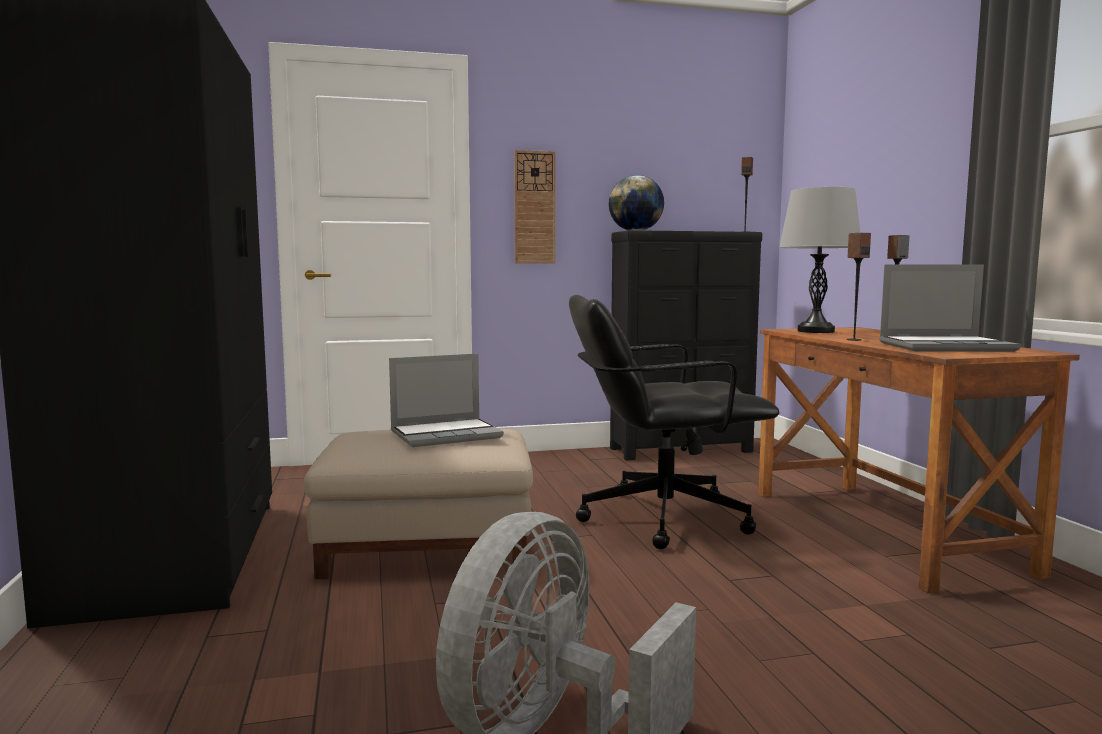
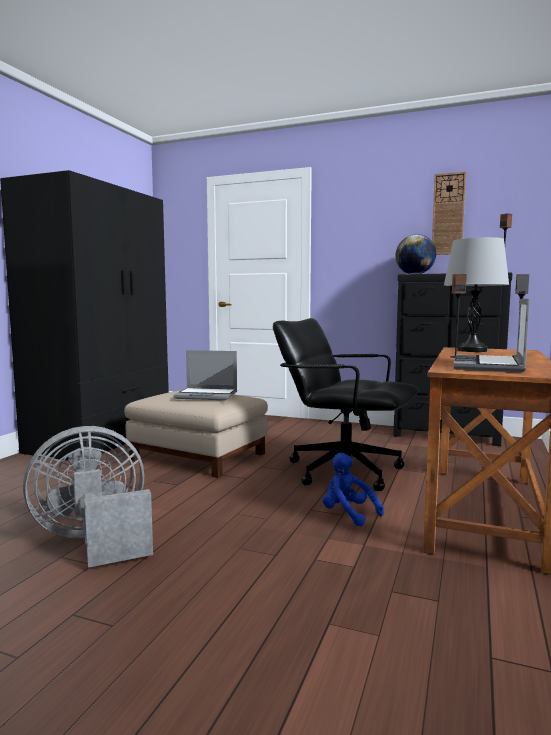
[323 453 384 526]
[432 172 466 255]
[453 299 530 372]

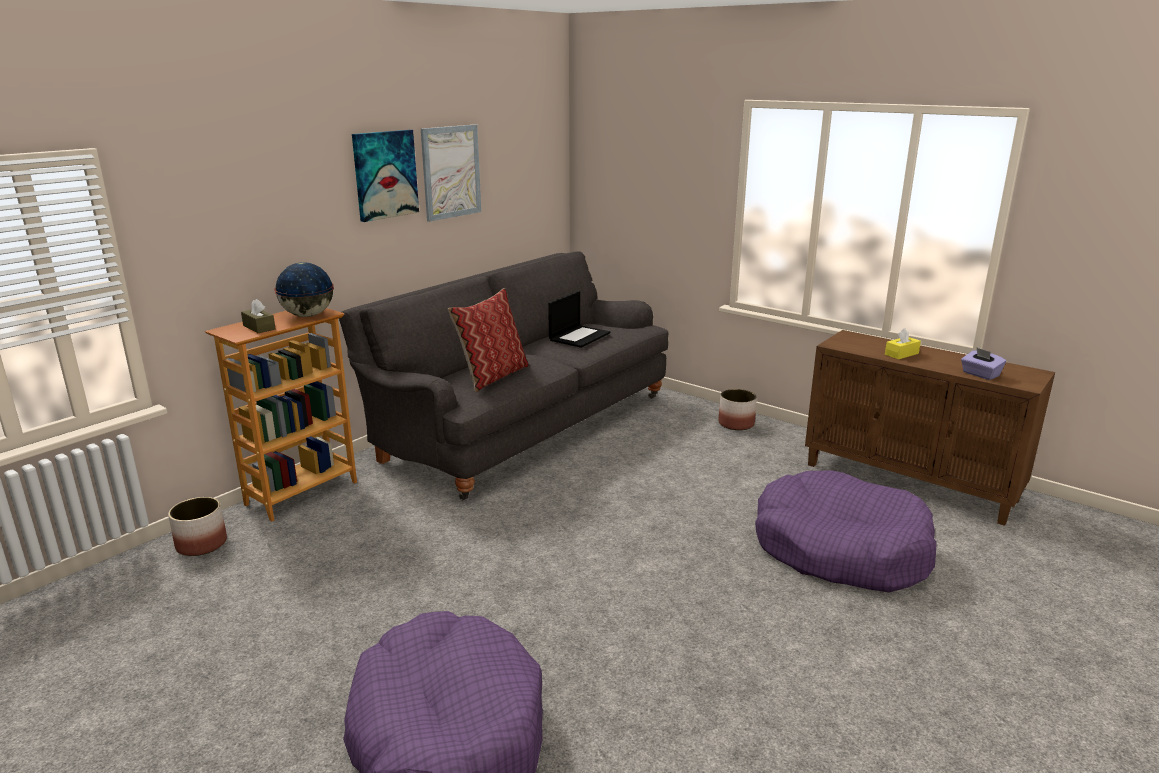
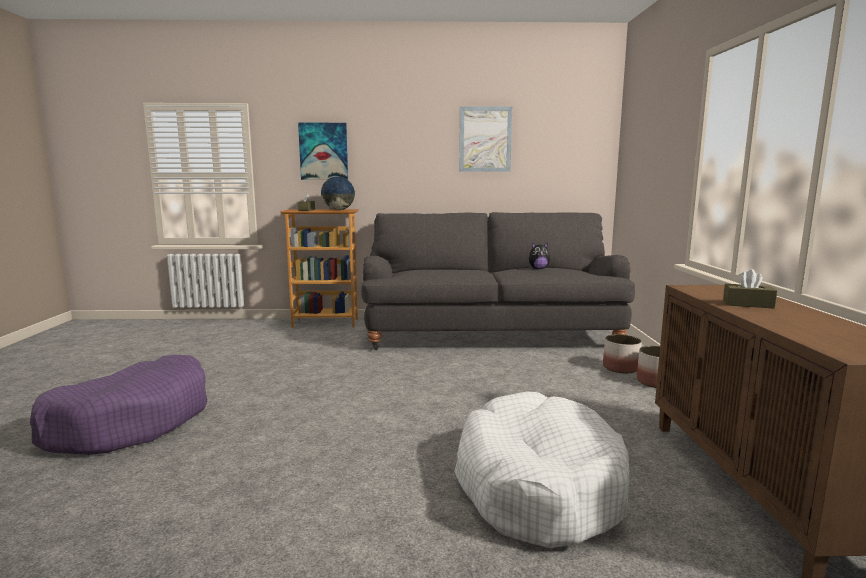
[298 123 348 180]
[454 391 630 549]
[529 243 550 269]
[603 334 642 374]
[723 269 777 308]
[447 288 529 392] (first image)
[961 347 1006 380] (first image)

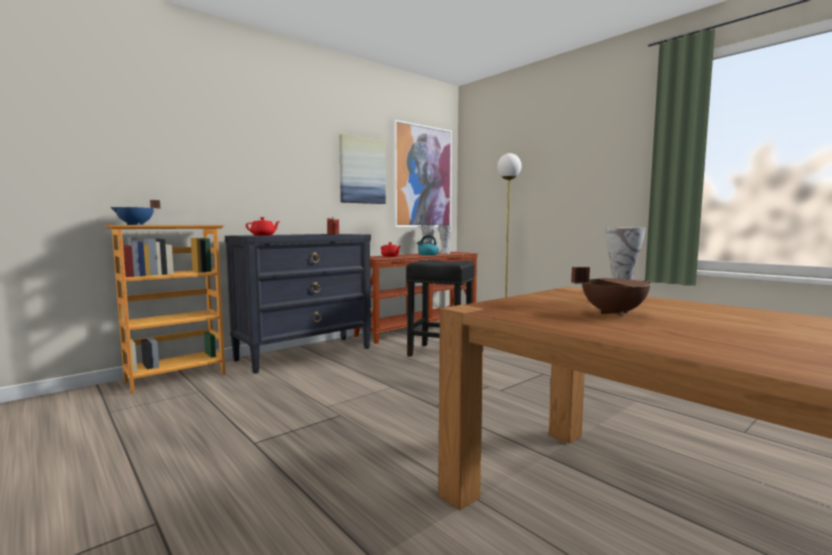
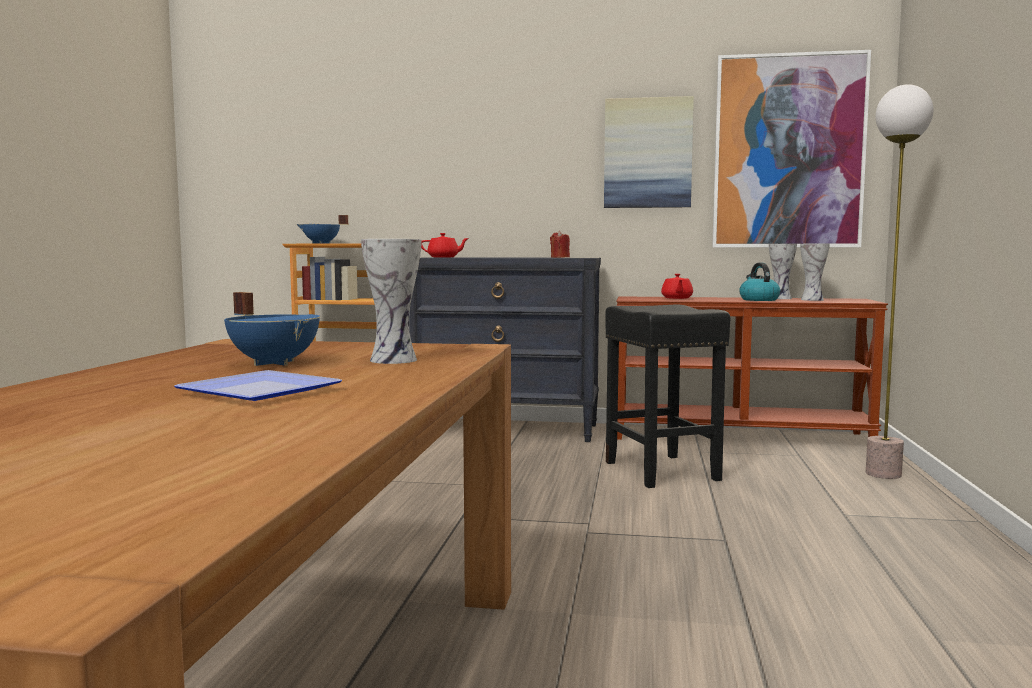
[174 370 342 401]
[224 292 320 366]

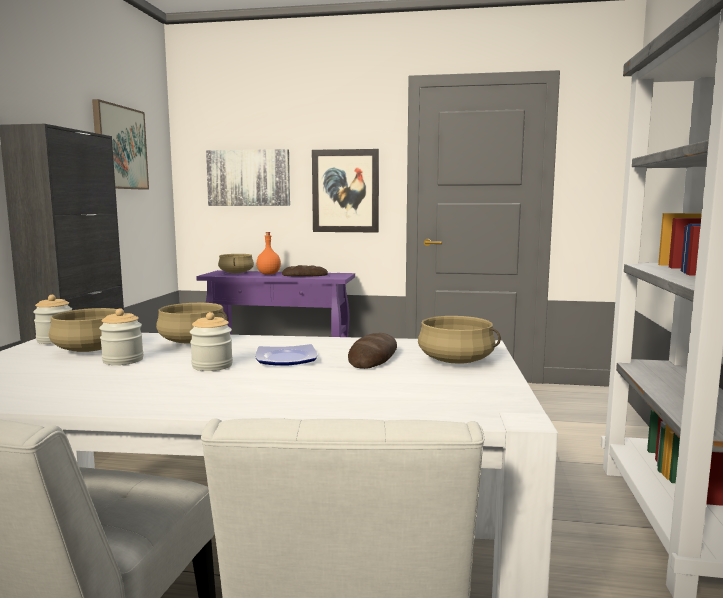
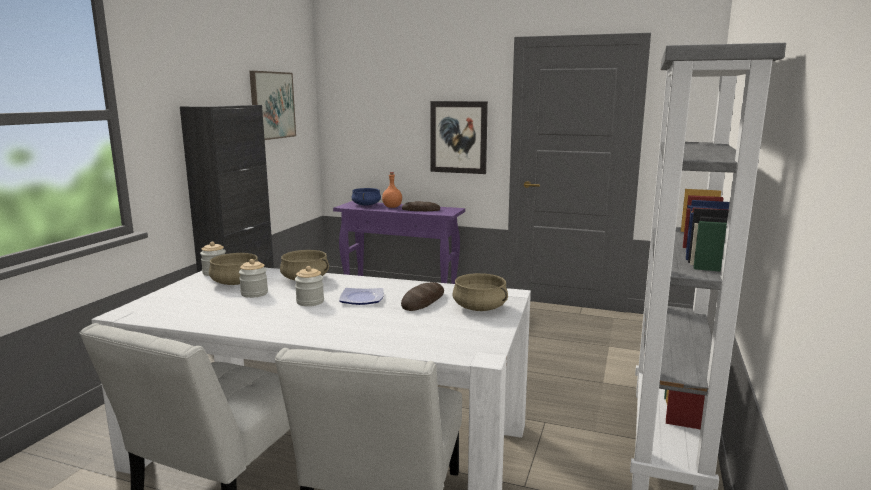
[351 188 381 206]
[206 149 290 206] (first image)

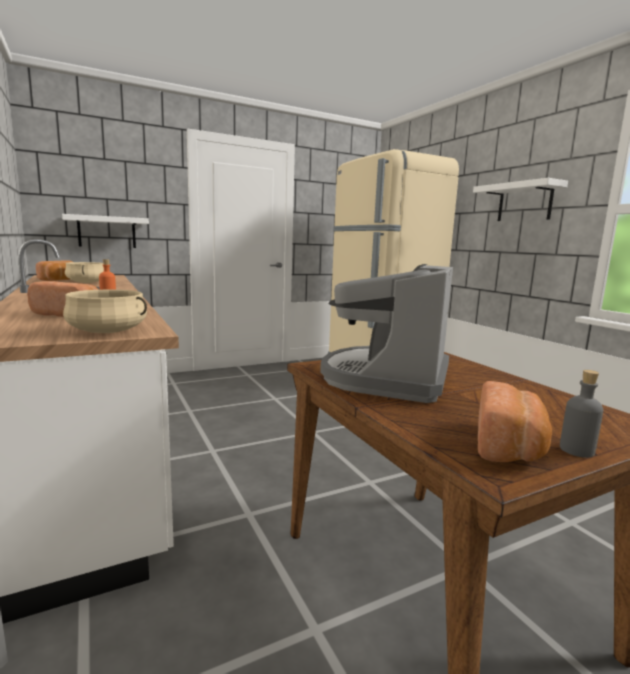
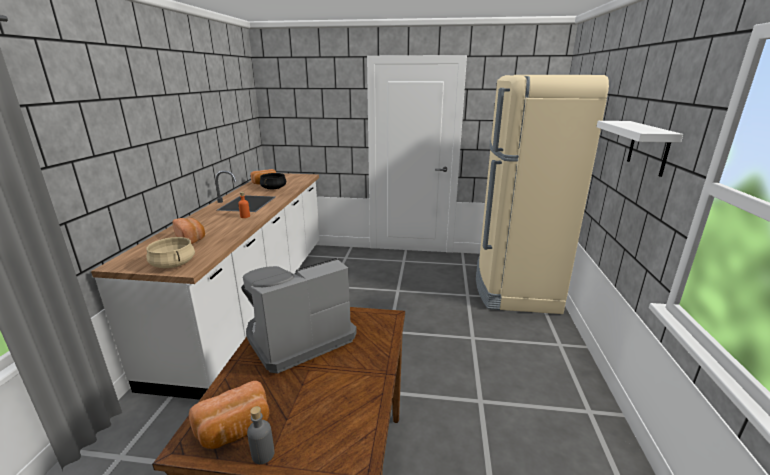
[260 173 286 189]
[62 214 149 248] (first image)

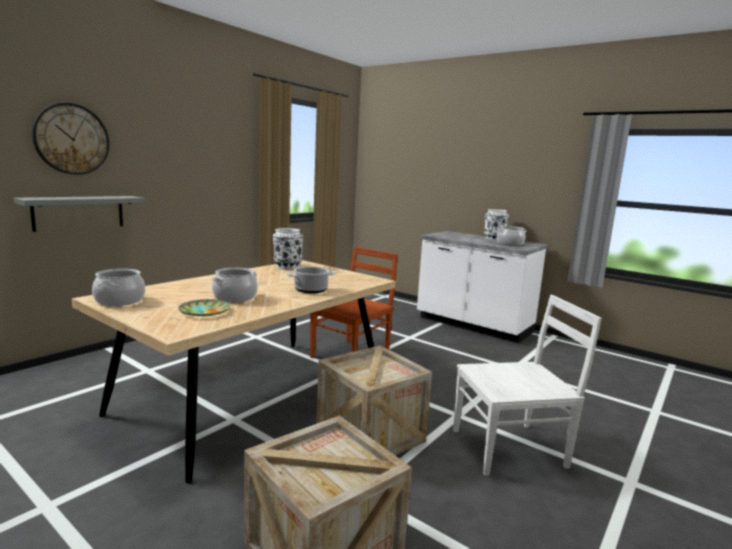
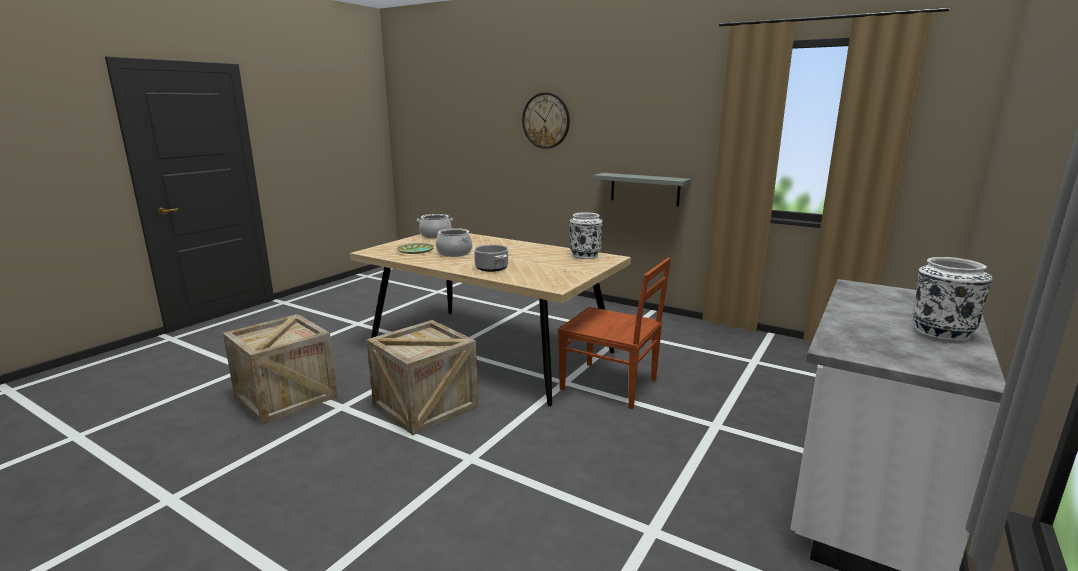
[593 173 692 207]
[453 295 602 476] (first image)
[497 226 526 246] (first image)

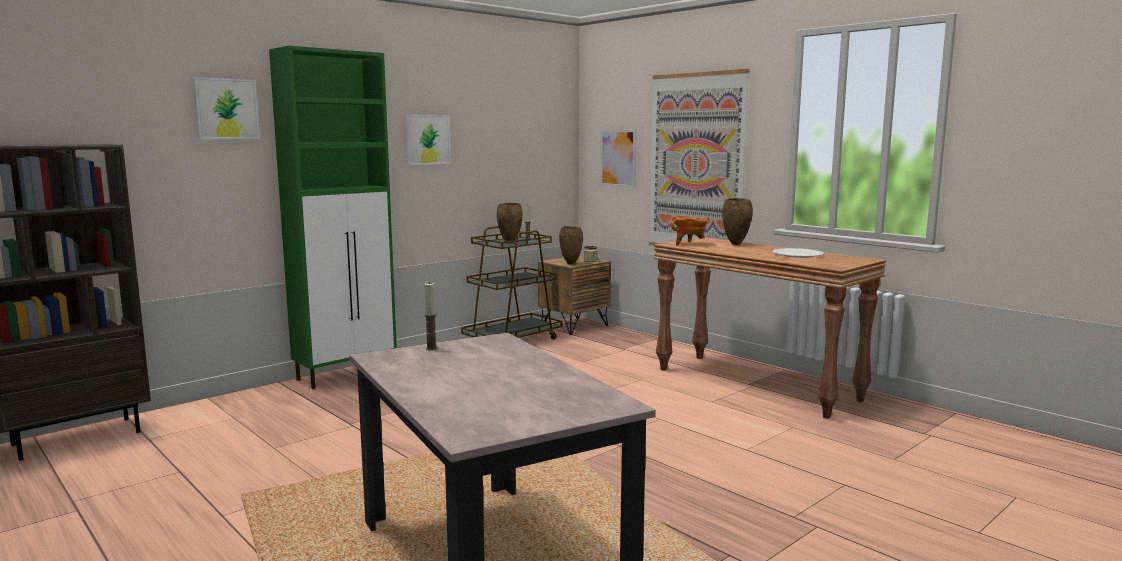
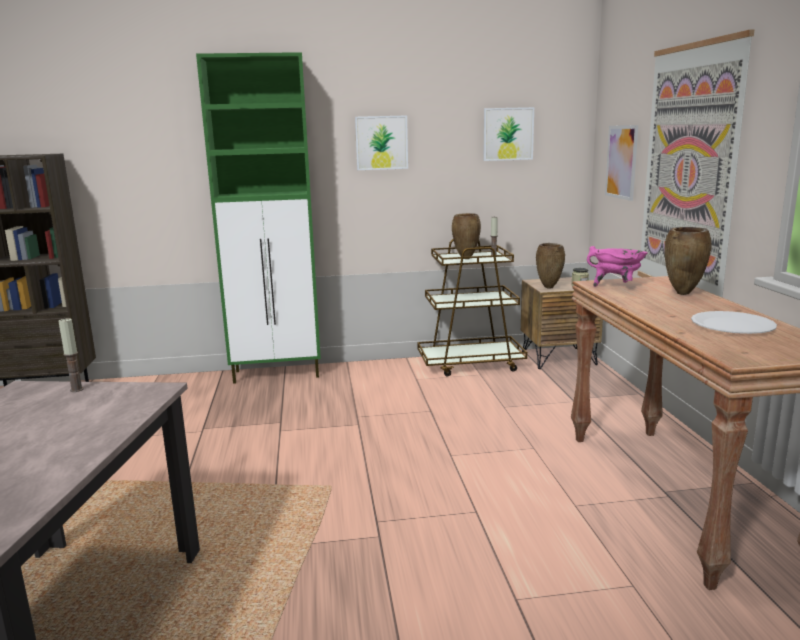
[483 107 534 161]
[587 246 648 287]

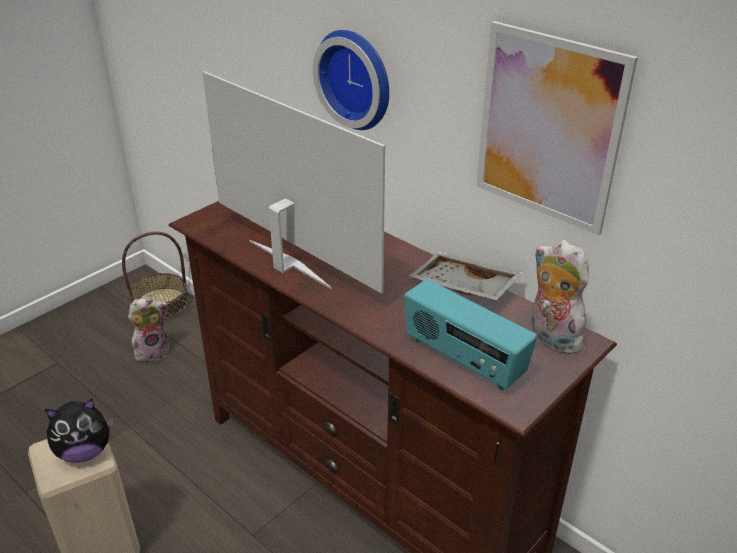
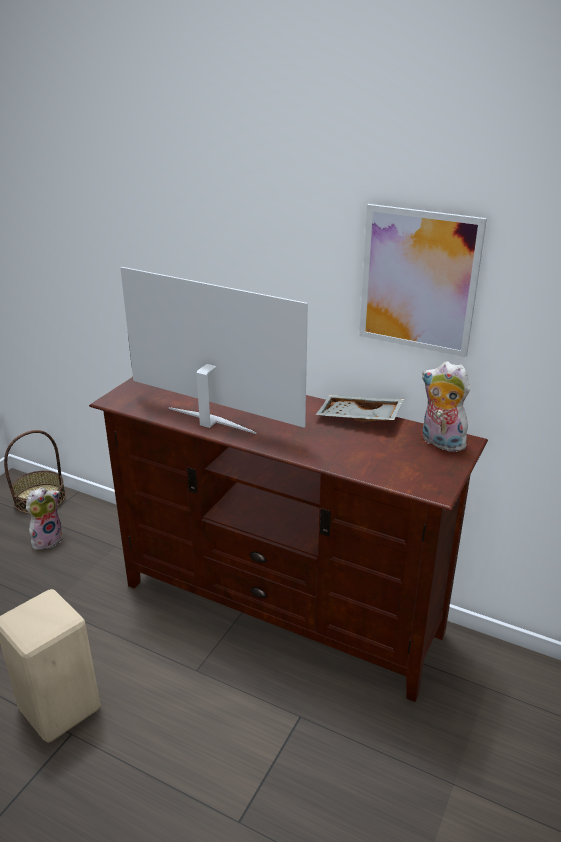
[45 399 113 463] (first image)
[313 30 389 130] (first image)
[404 279 538 390] (first image)

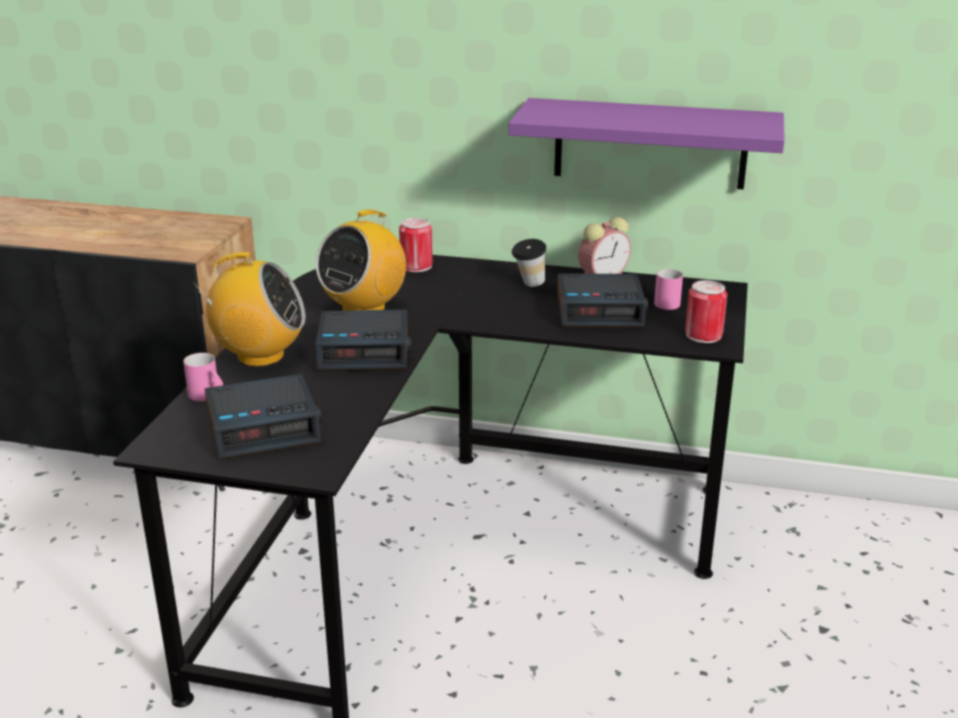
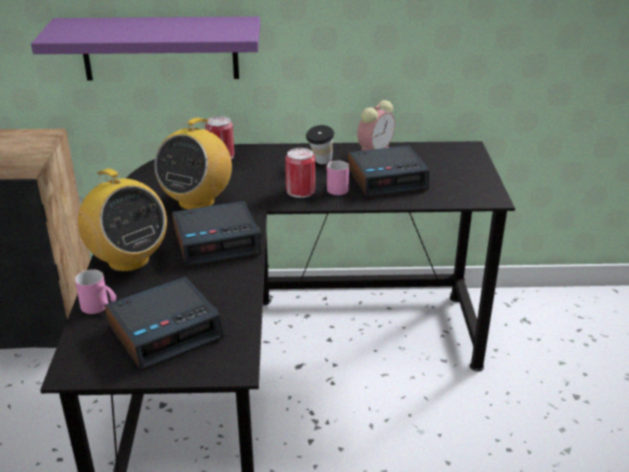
[31 16 260 80]
[74 169 167 272]
[285 148 315 198]
[326 161 349 195]

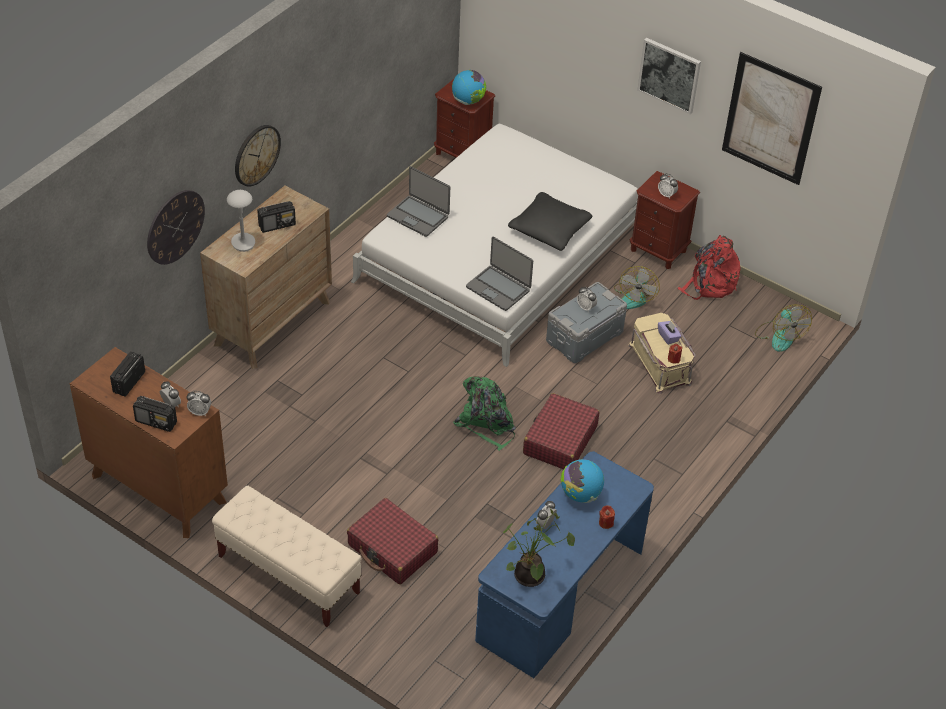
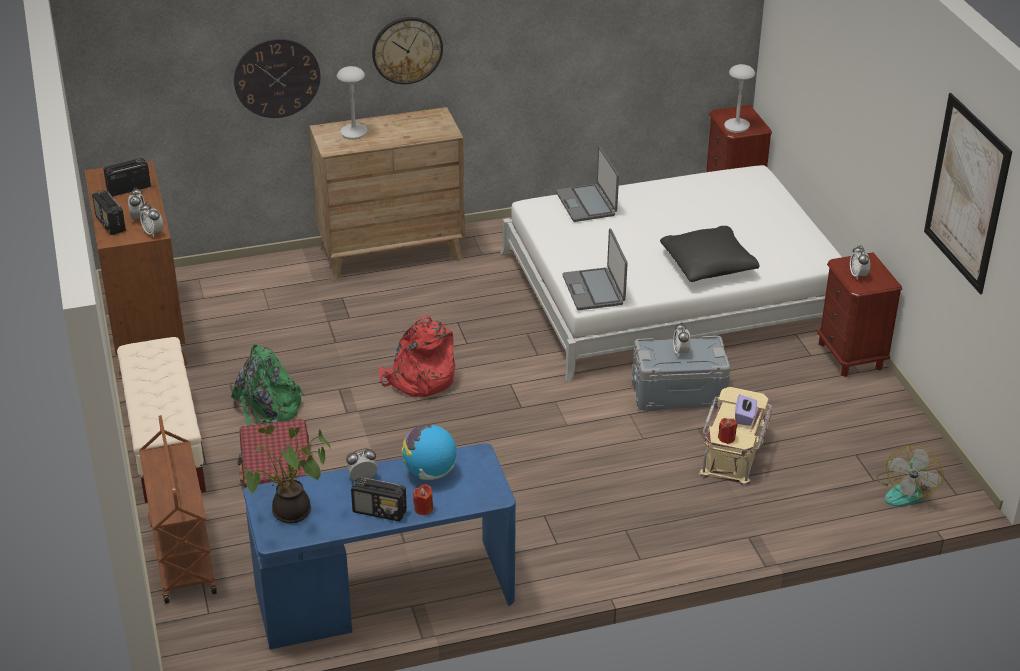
[139 415 217 604]
[231 345 306 425]
[351 477 407 522]
[379 315 456 397]
[724 64 755 133]
[523 393 599 470] (first image)
[614 266 660 309] (first image)
[637 38 701 114] (first image)

